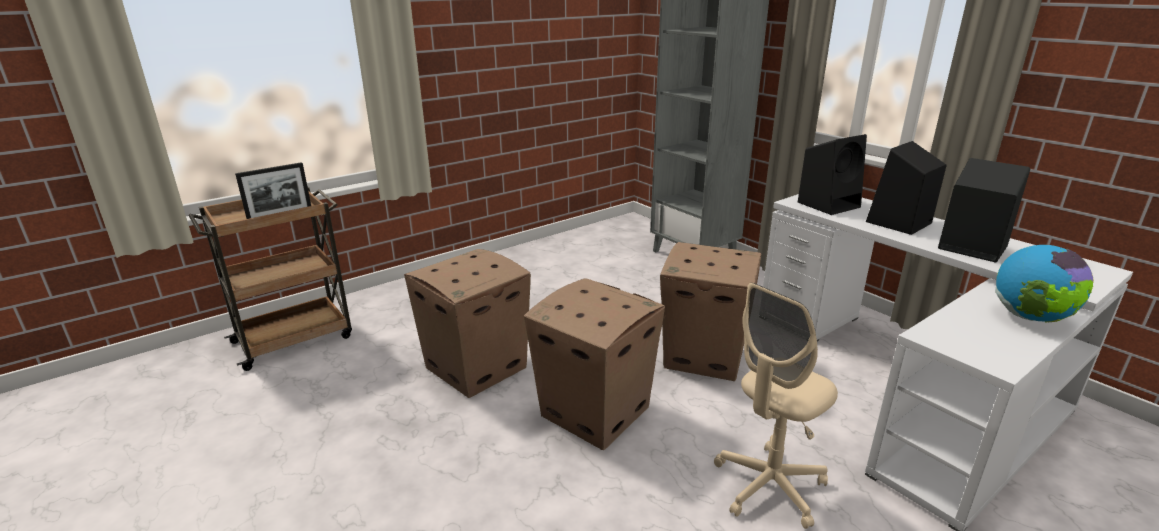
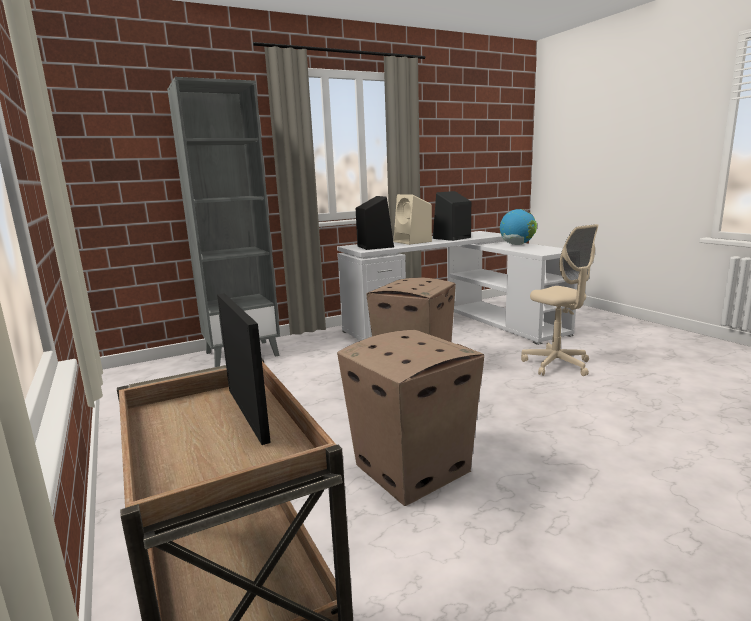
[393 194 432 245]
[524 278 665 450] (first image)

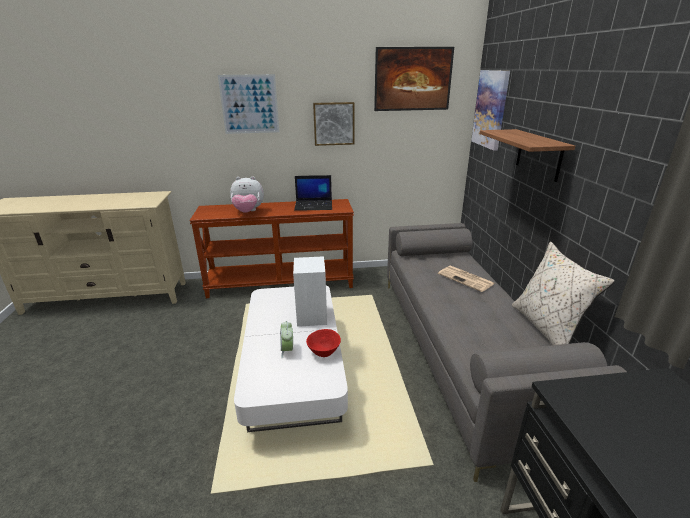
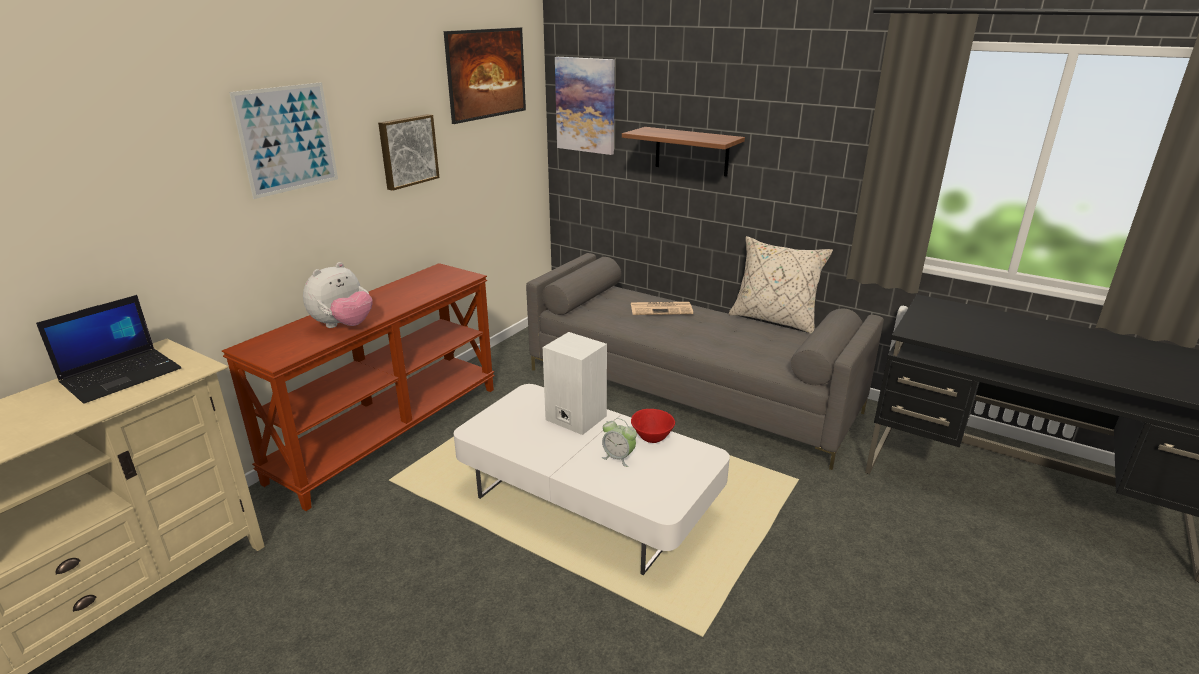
[36 295 182 404]

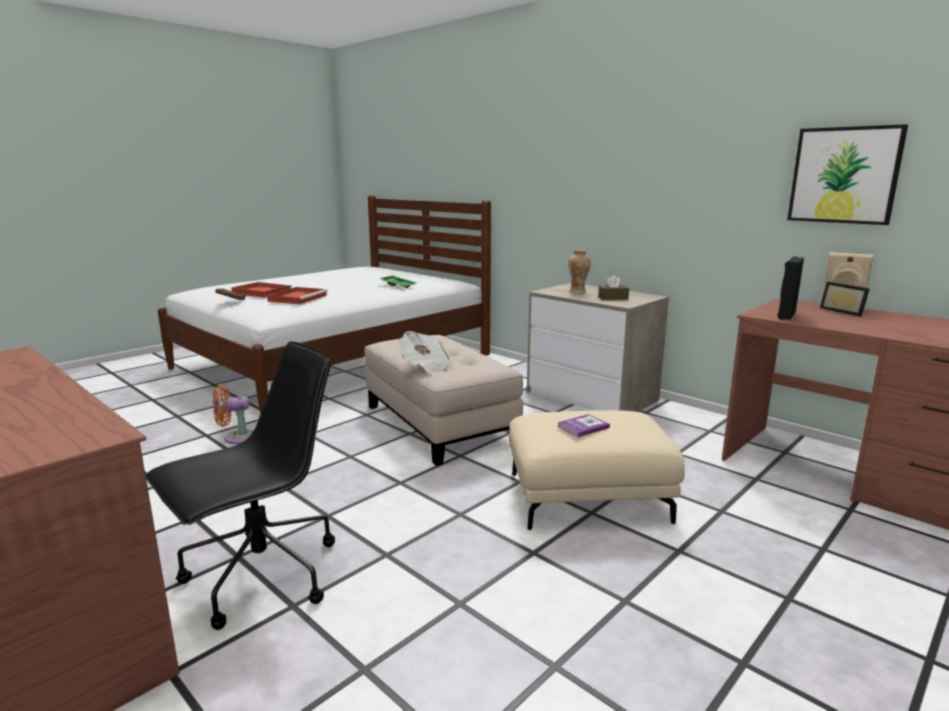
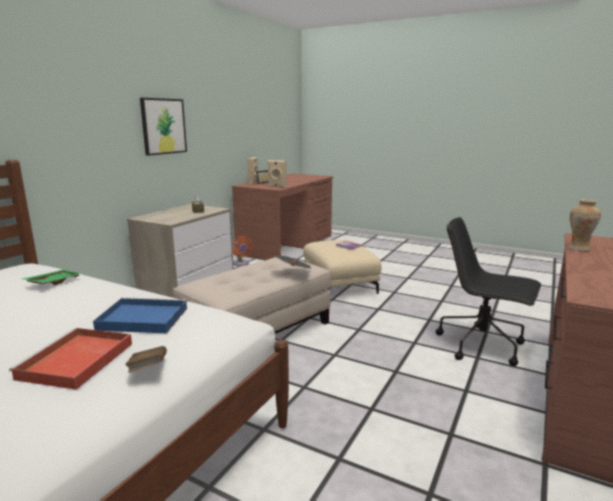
[93 297 187 333]
[140 98 187 156]
[232 236 253 266]
[267 160 287 187]
[568 199 601 251]

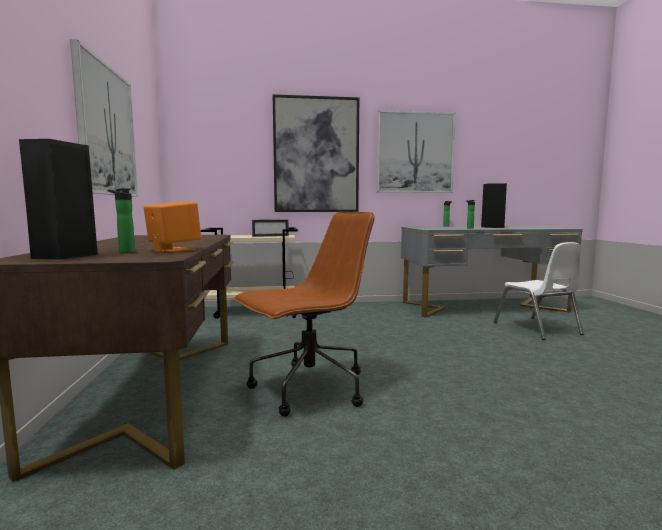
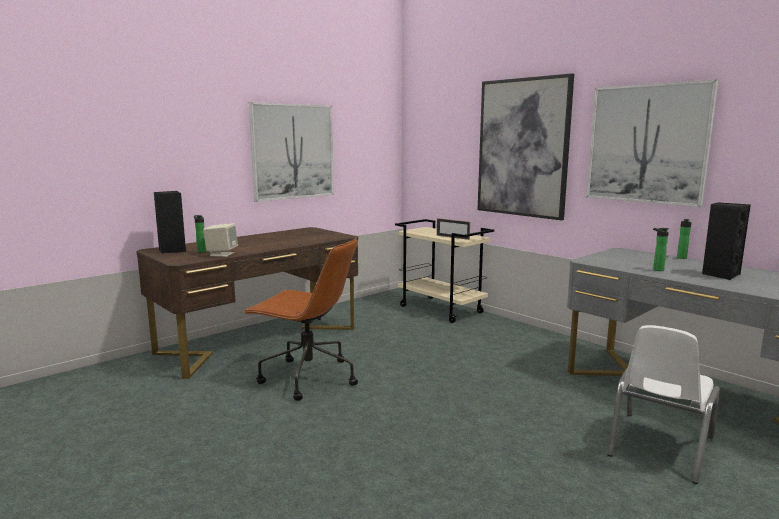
[203 223 238 257]

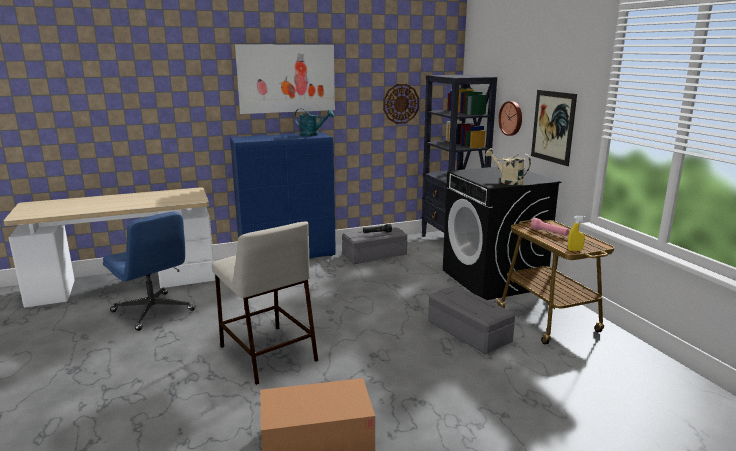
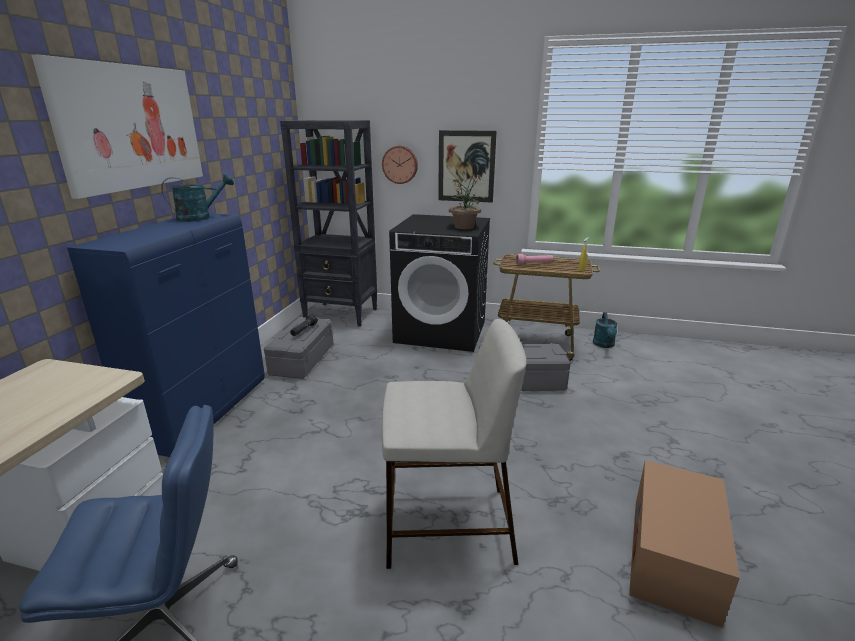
[449 174 486 229]
[593 312 618 348]
[383 84 419 124] (first image)

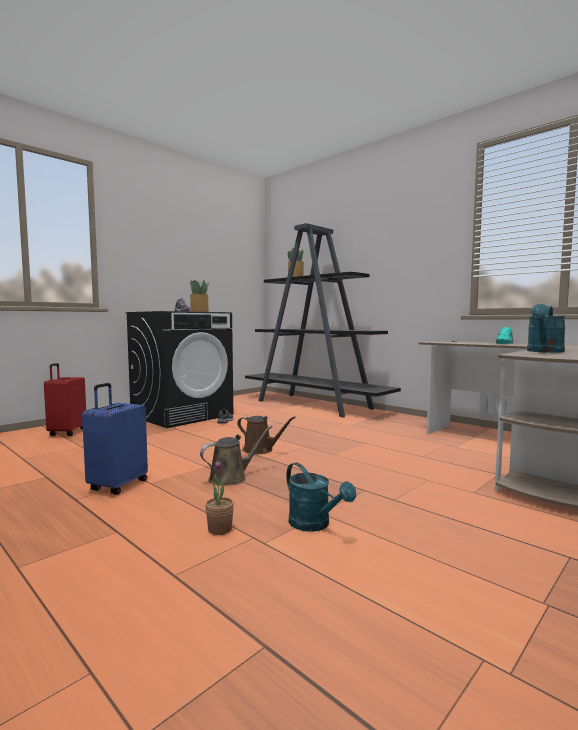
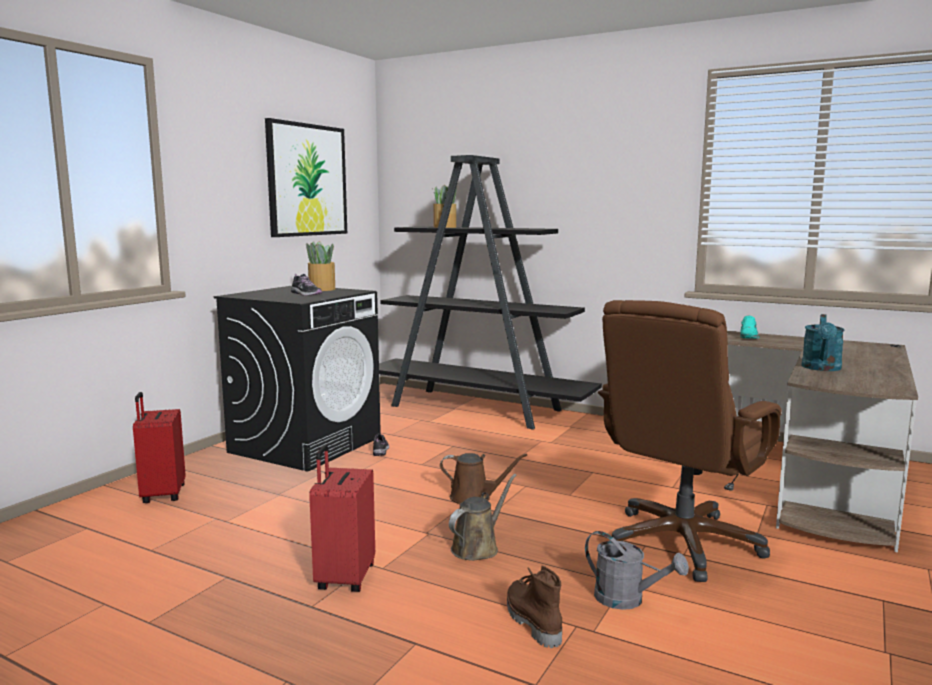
[265 118 347 237]
[309 445 375 592]
[507 565 562 648]
[585 531 689 610]
[598 300 782 582]

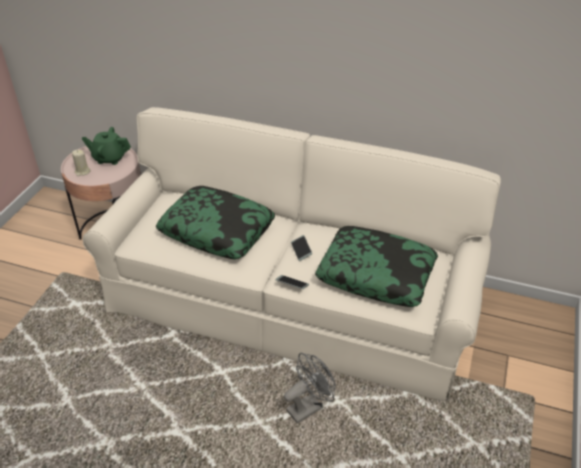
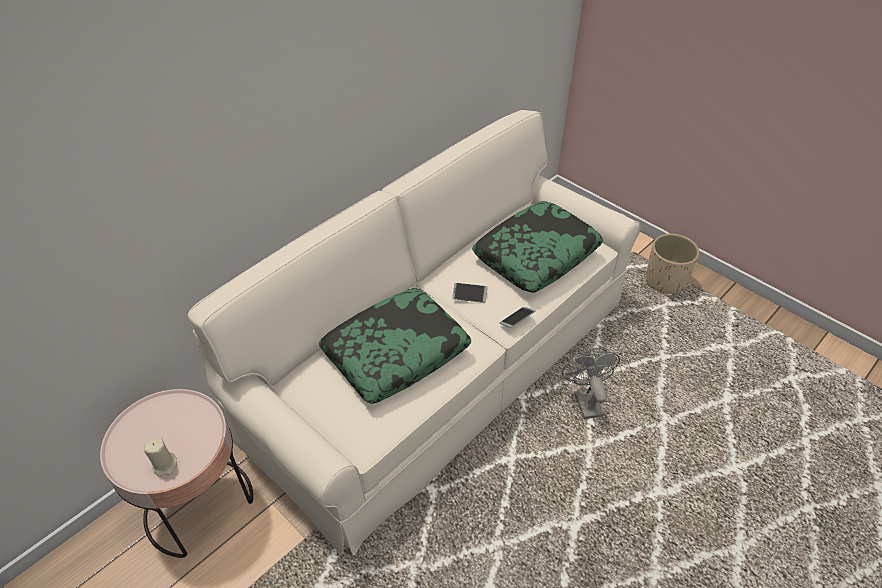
[646 234 699 294]
[82 127 131 165] (first image)

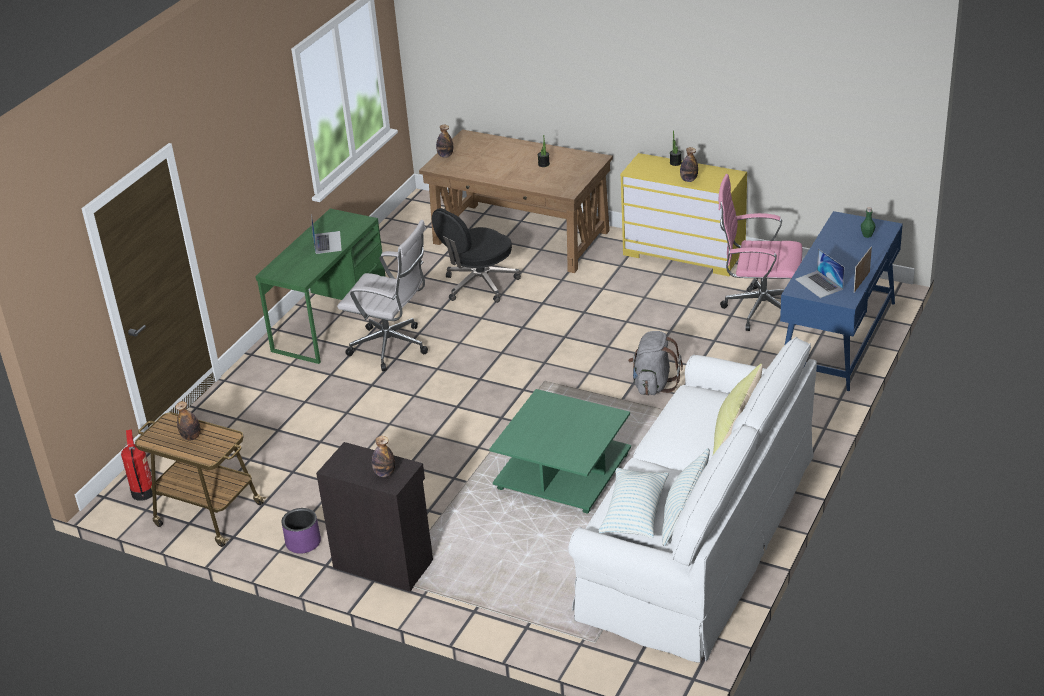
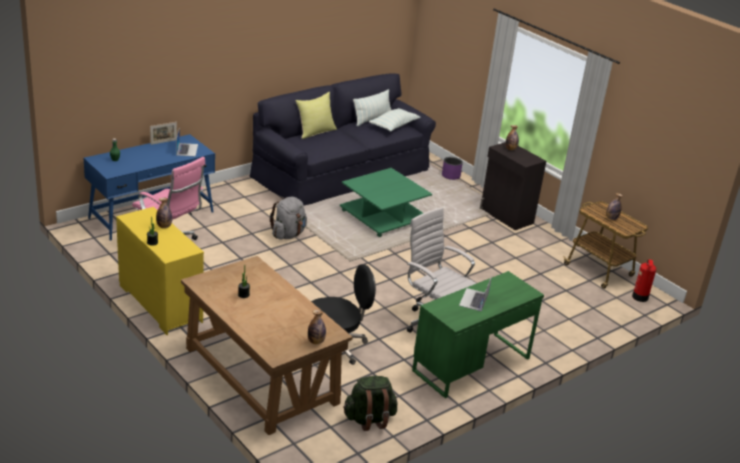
[250 73 436 206]
[343 376 398 431]
[442 157 463 180]

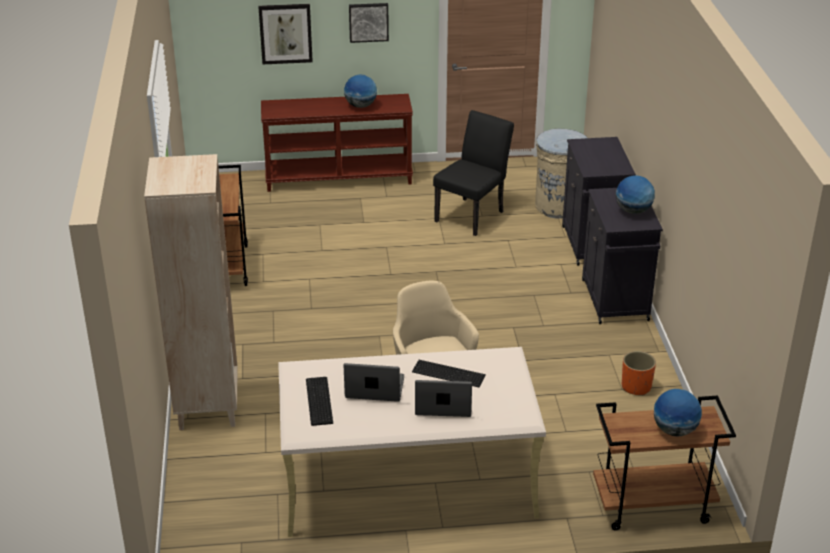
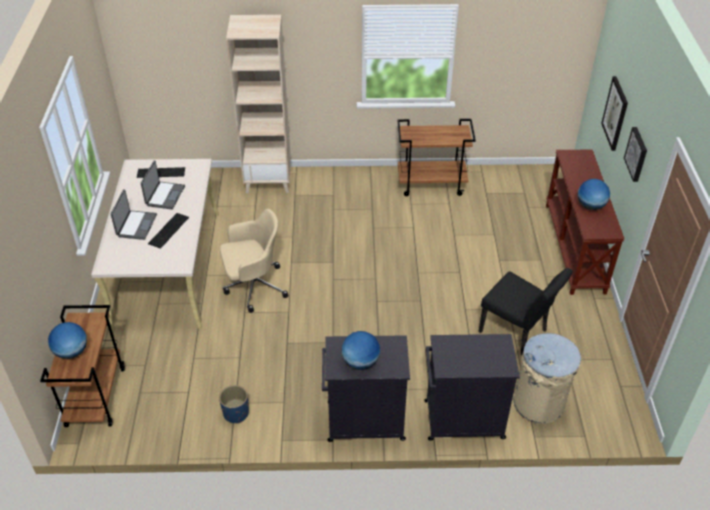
[219 385 249 424]

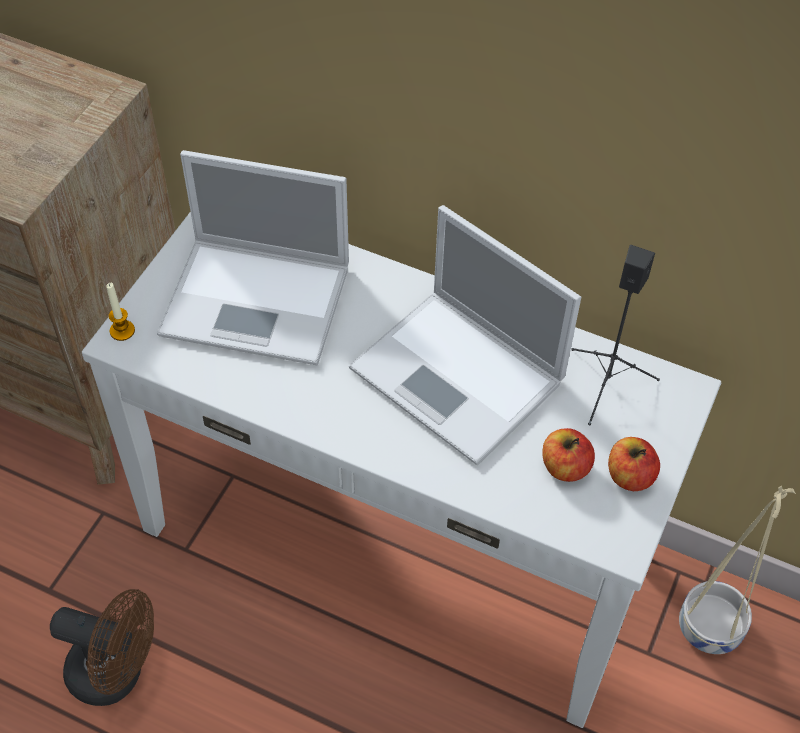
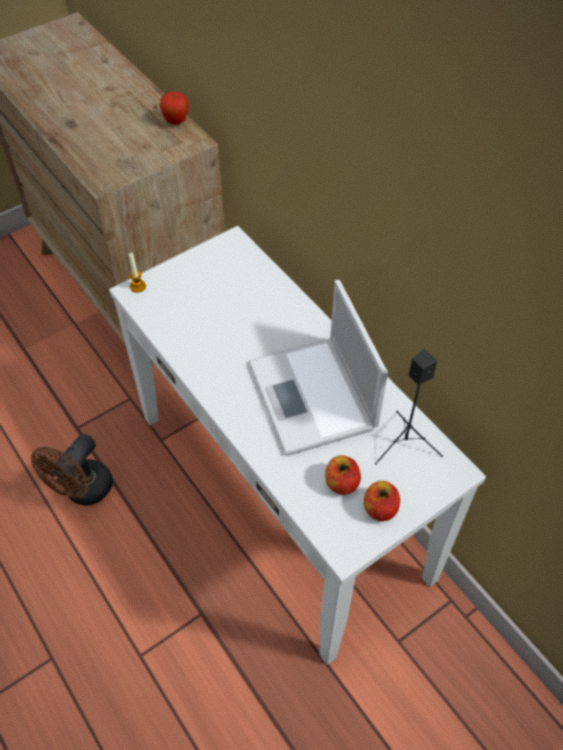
[31 434 113 506]
[160 91 189 124]
[157 150 349 365] (first image)
[679 486 796 654] (first image)

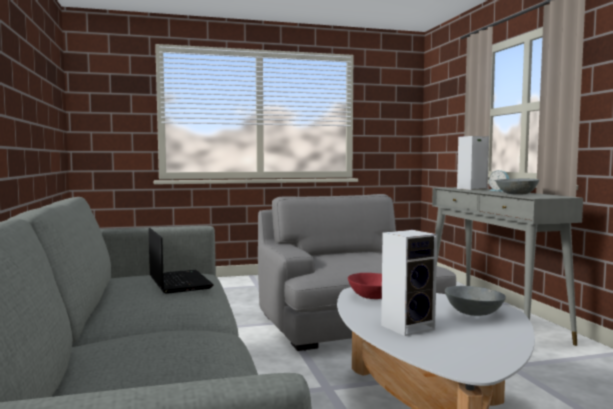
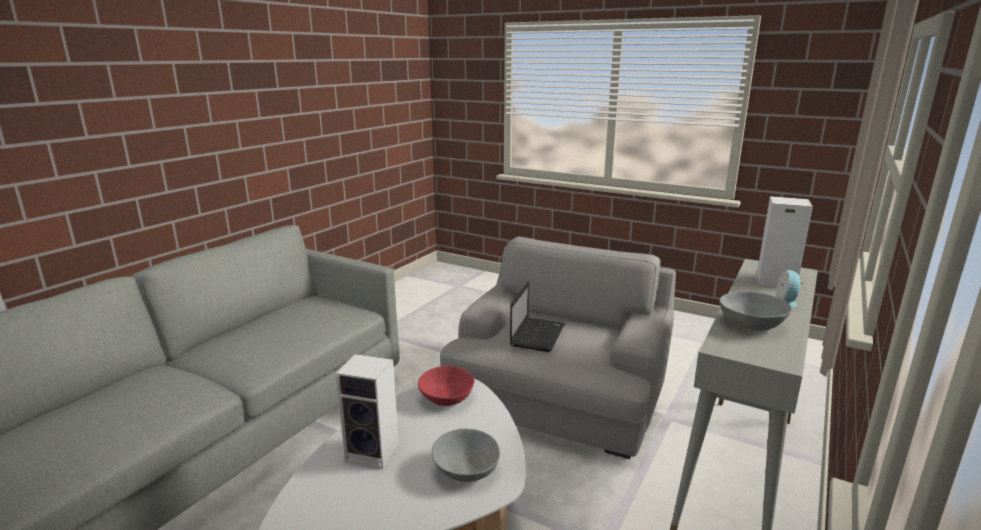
[510 281 565 352]

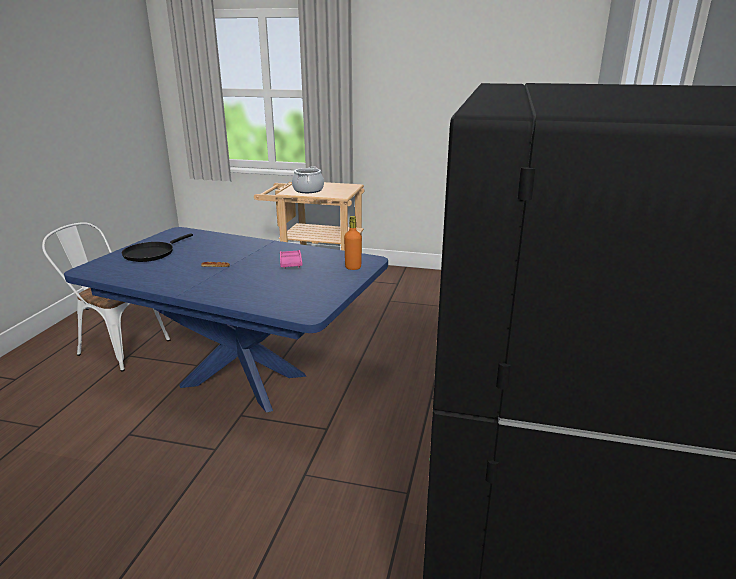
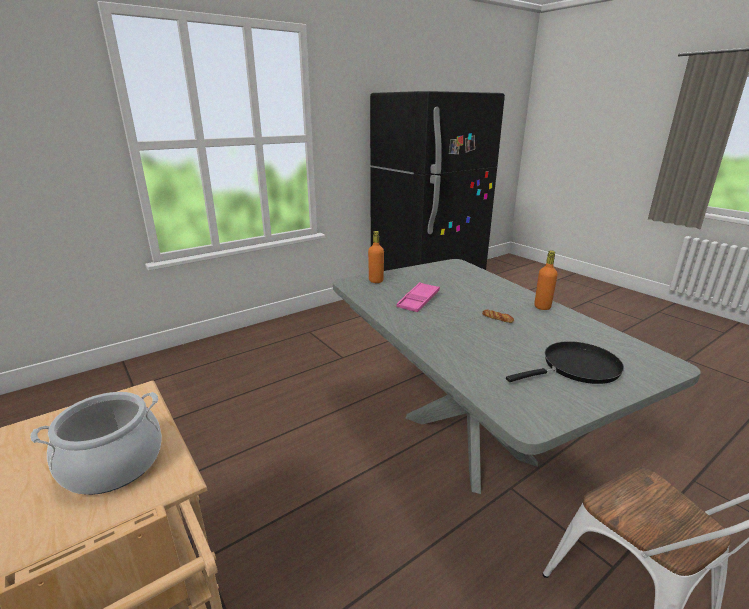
[333 259 701 494]
[534 250 558 310]

